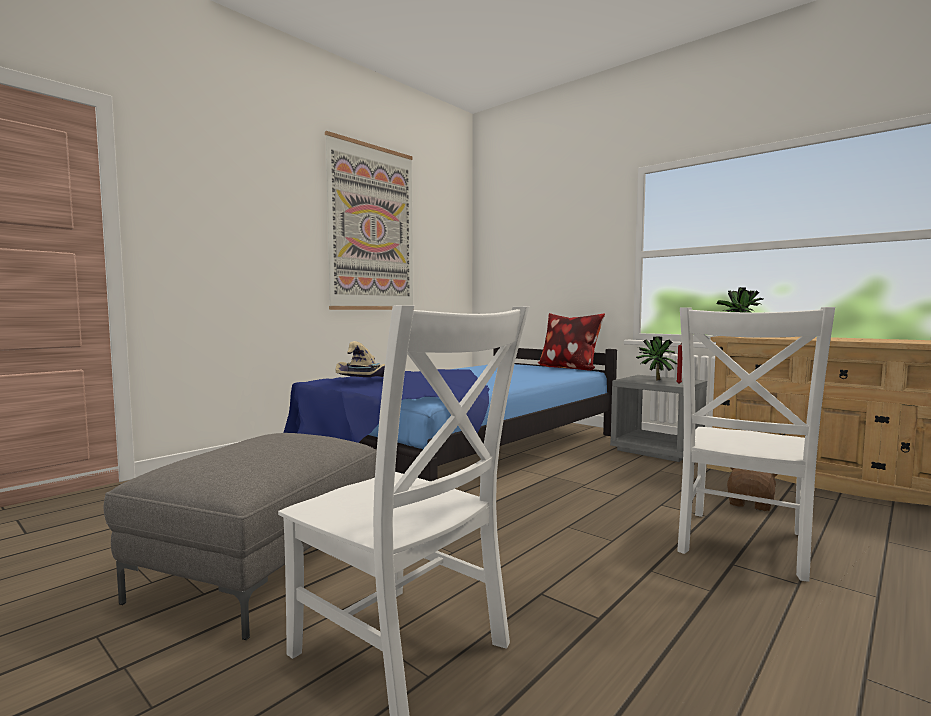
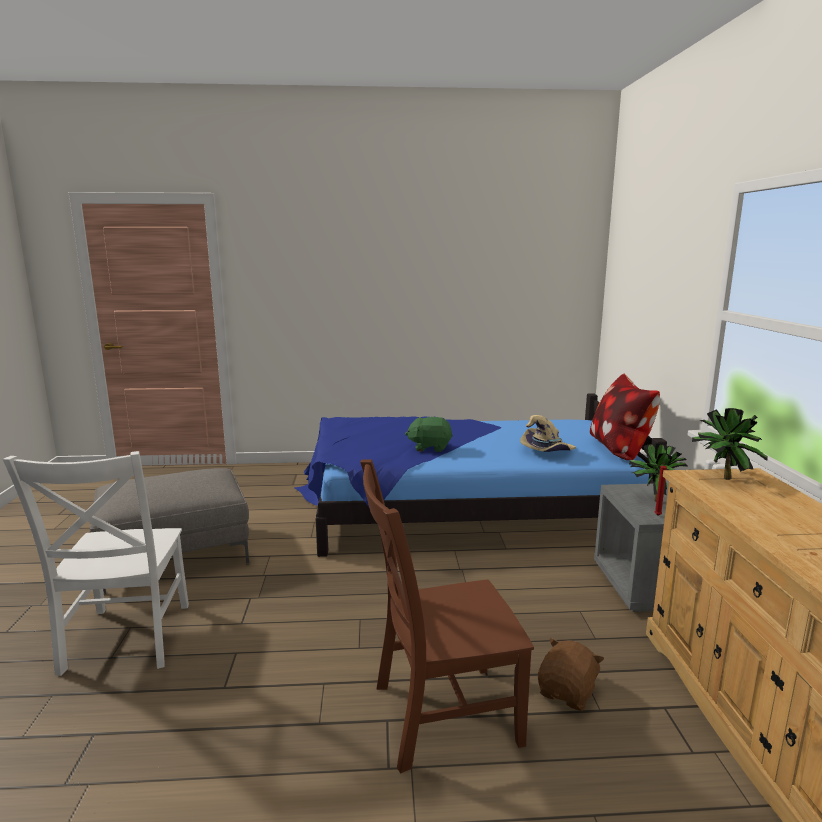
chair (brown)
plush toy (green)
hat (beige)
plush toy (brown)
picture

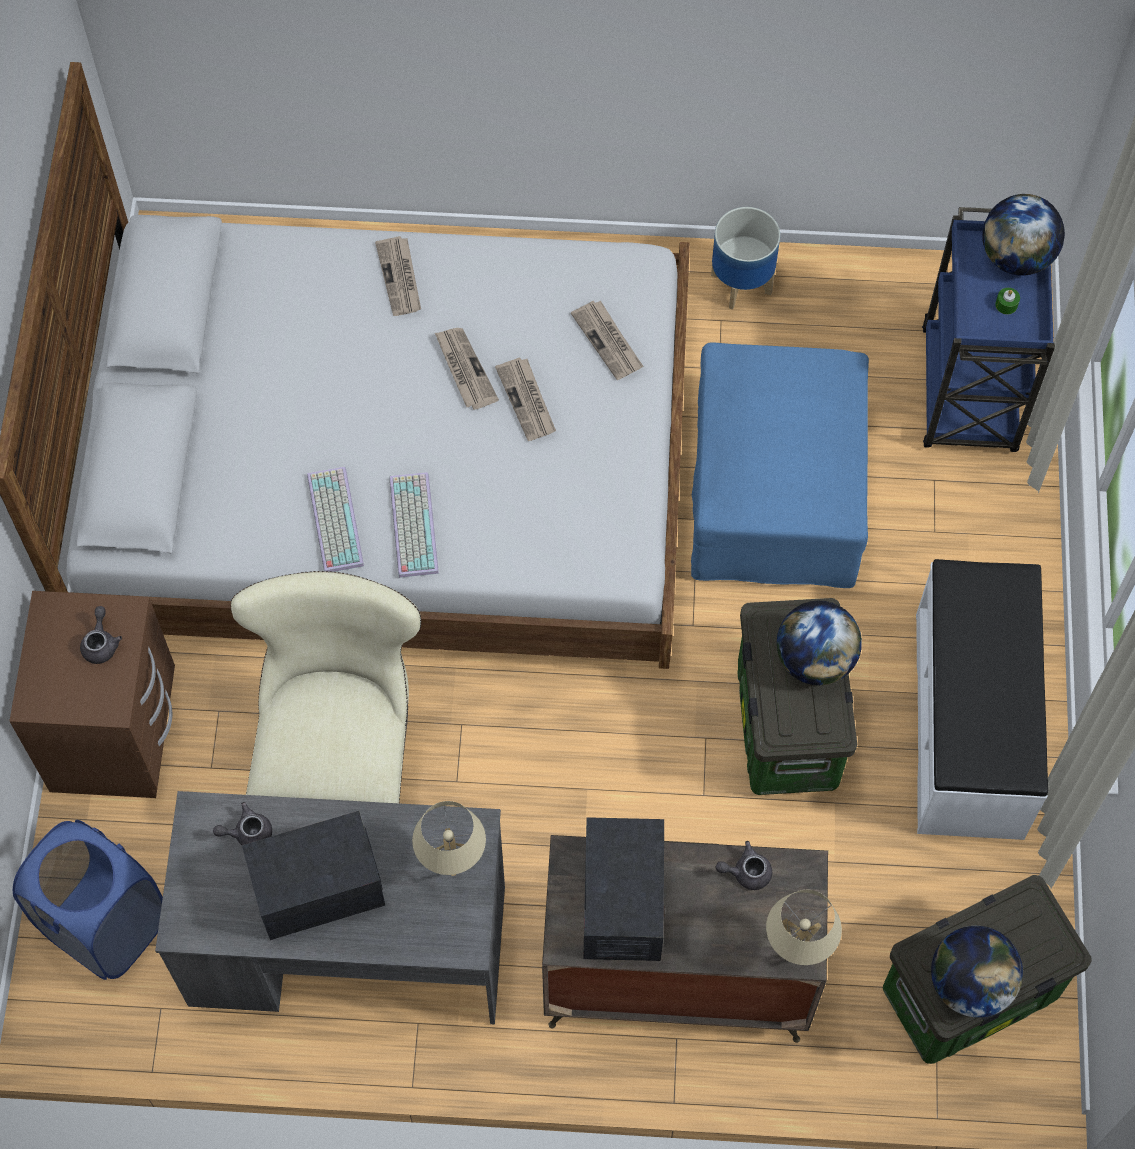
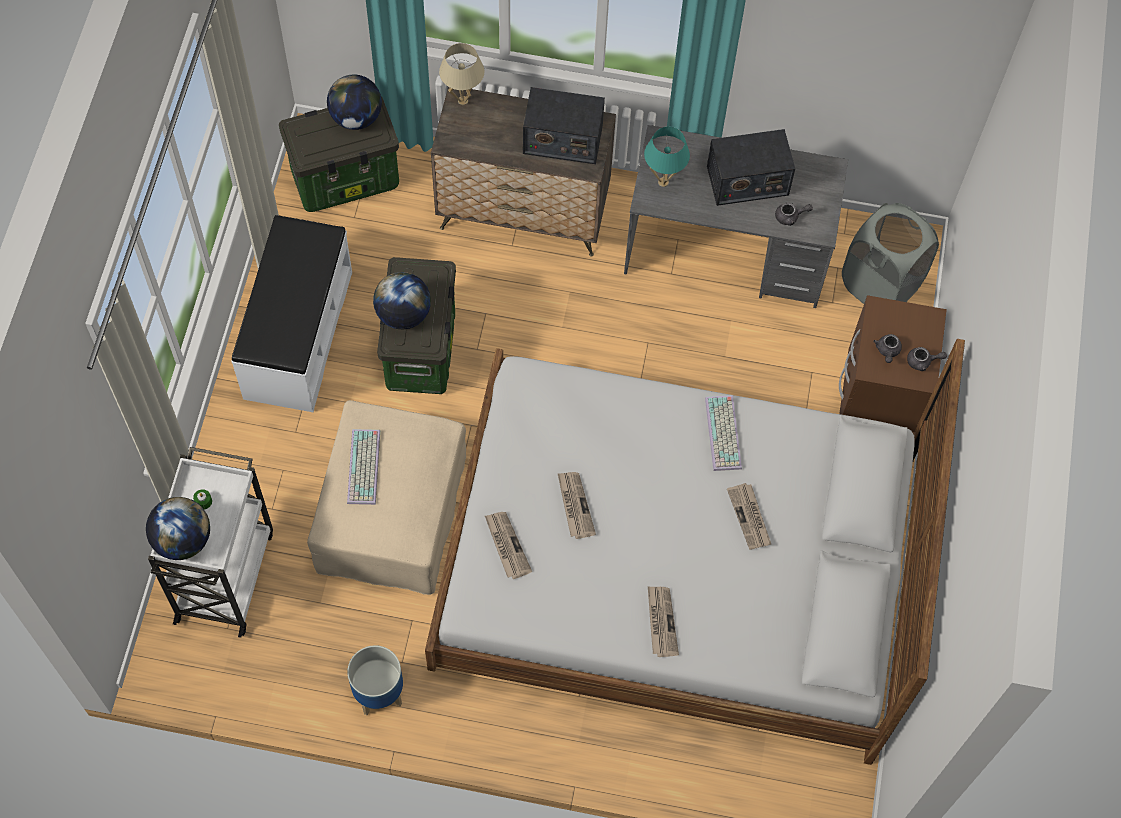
cart (white)
ottoman (beige)
keyboard (1st from left)
radio (1st from left)
table lamp (turquoise)
newspaper (4th from left)
laundry basket (grey)
teapot (grey) (3rd from left)
chair (beige)

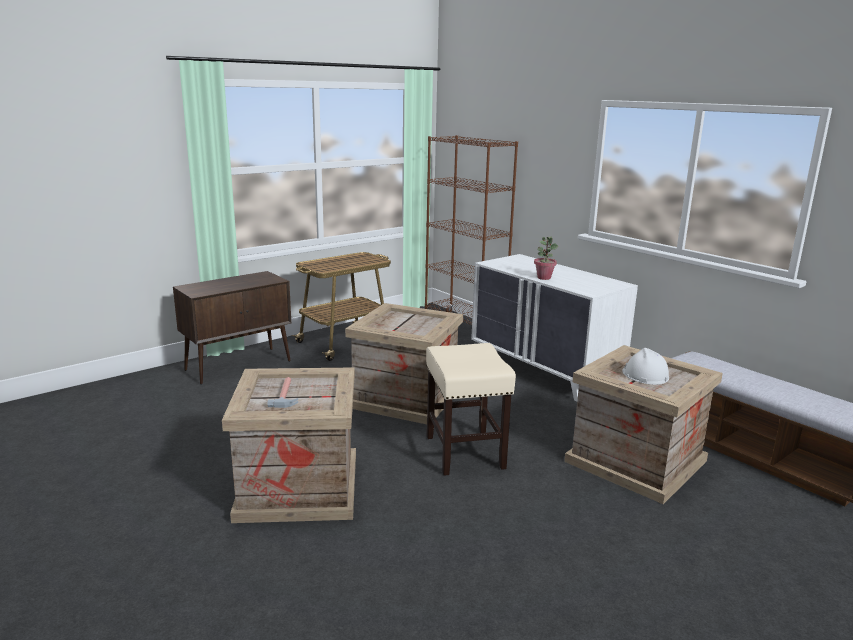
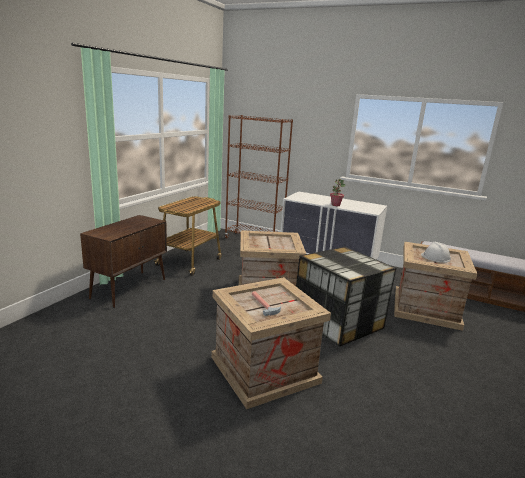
storage box

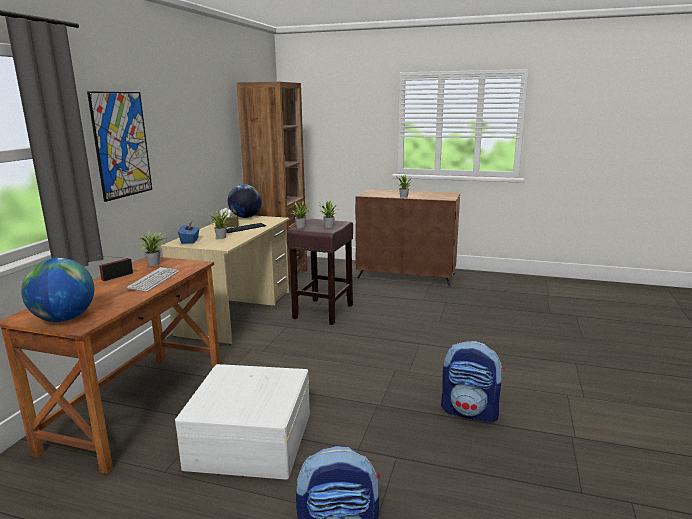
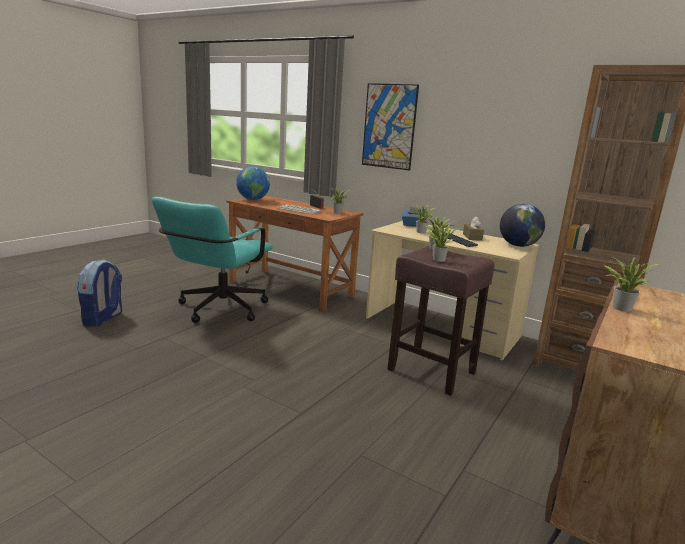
office chair (turquoise)
backpack (2nd from left in the first image)

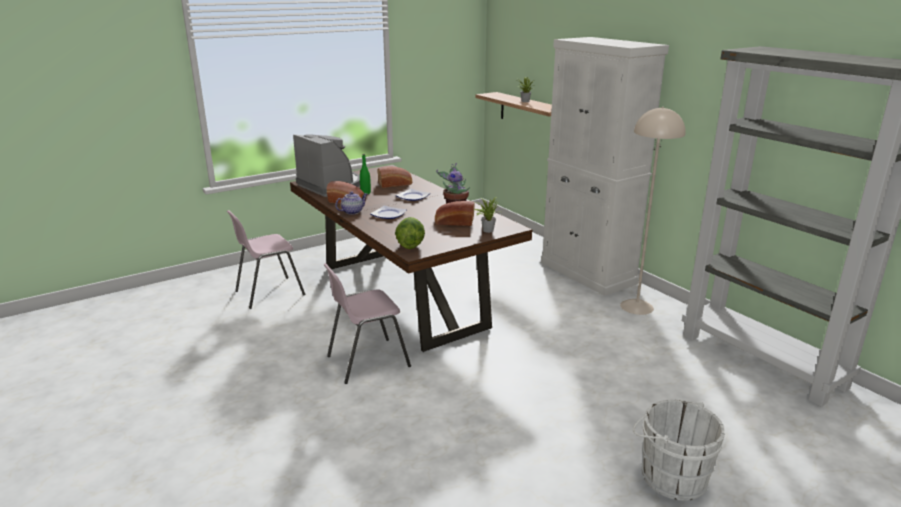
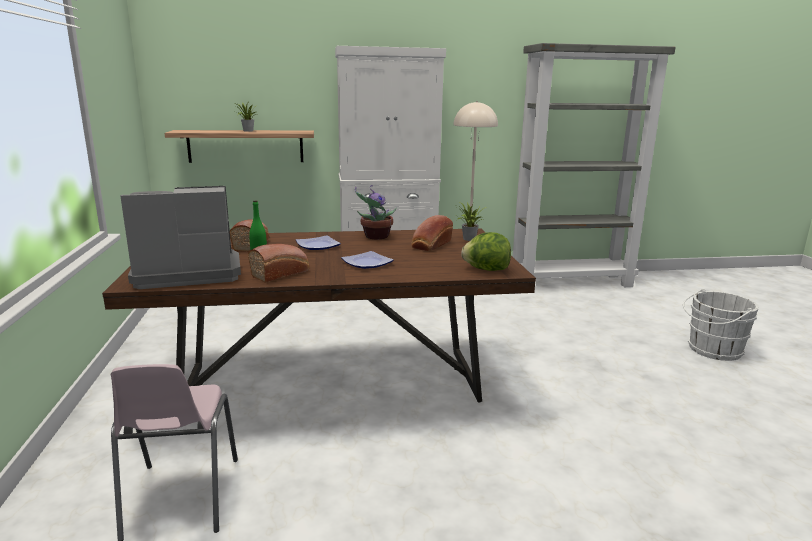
chair (pink) (2nd from left in the first image)
teapot

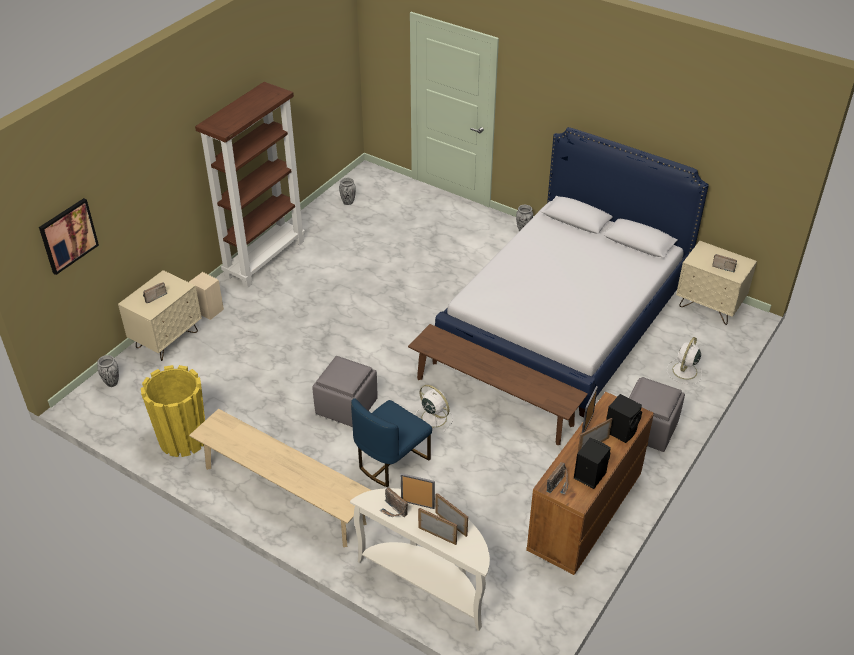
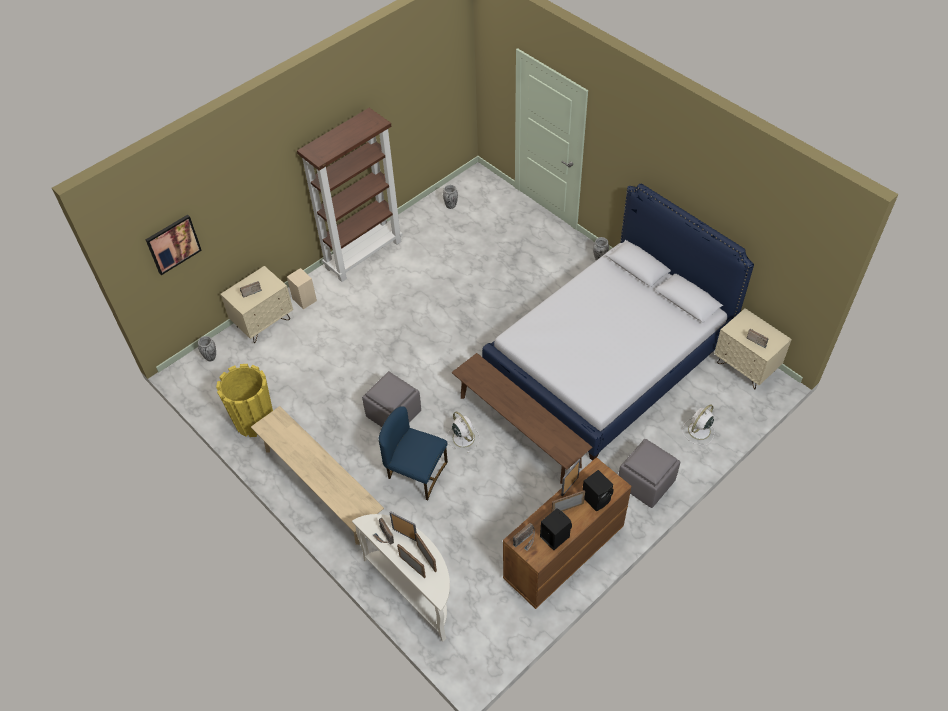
chair (blue)

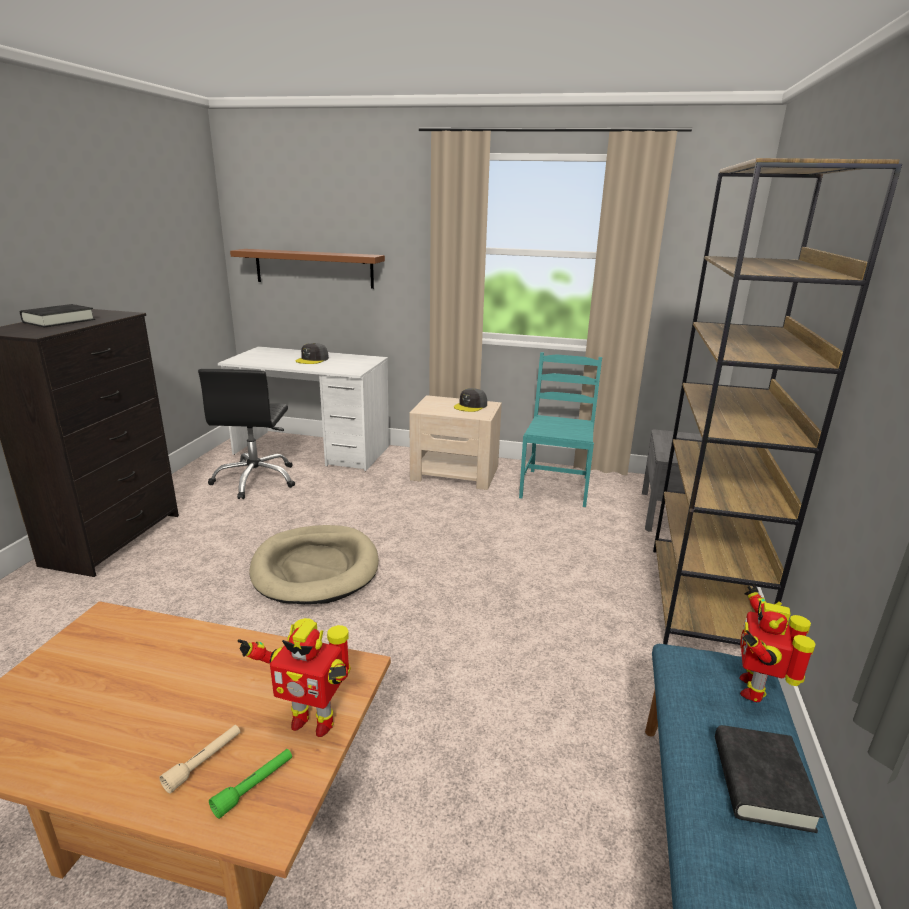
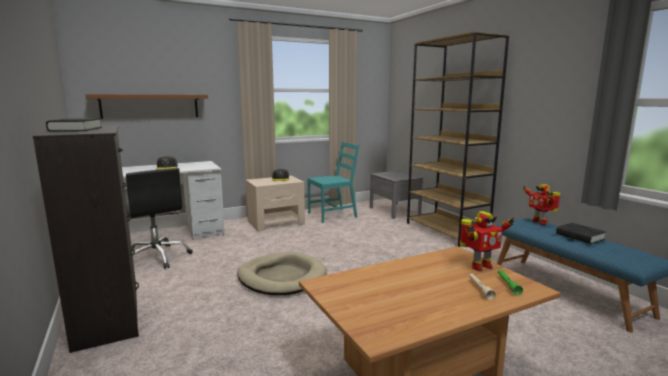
chair (turquoise)

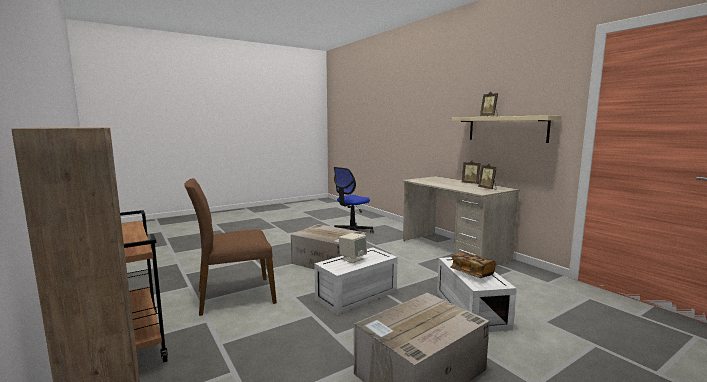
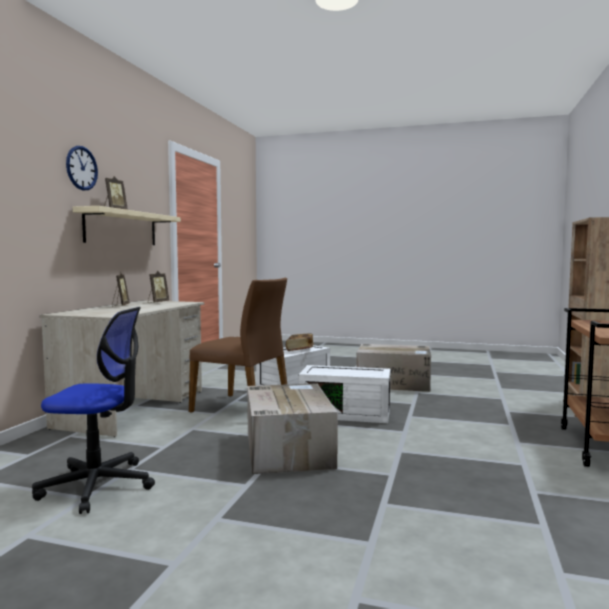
wall clock
chair (brown)
speaker (beige)

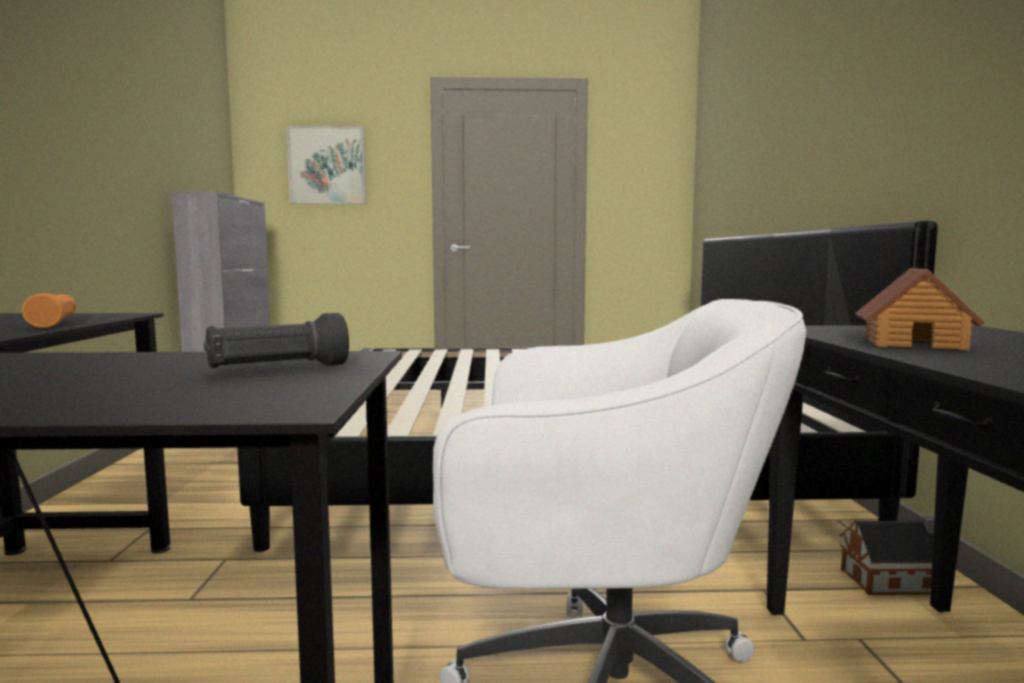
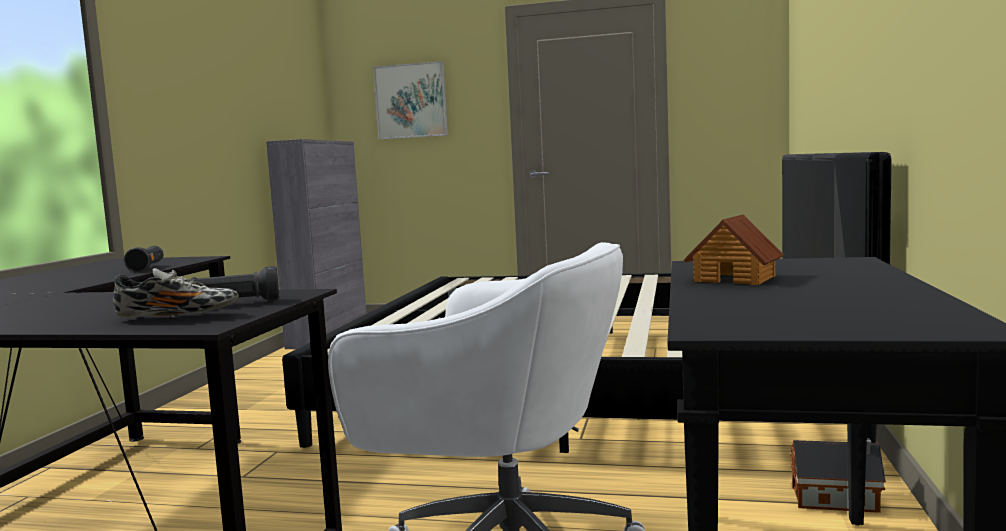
shoe
flashlight (black) (1st from left)

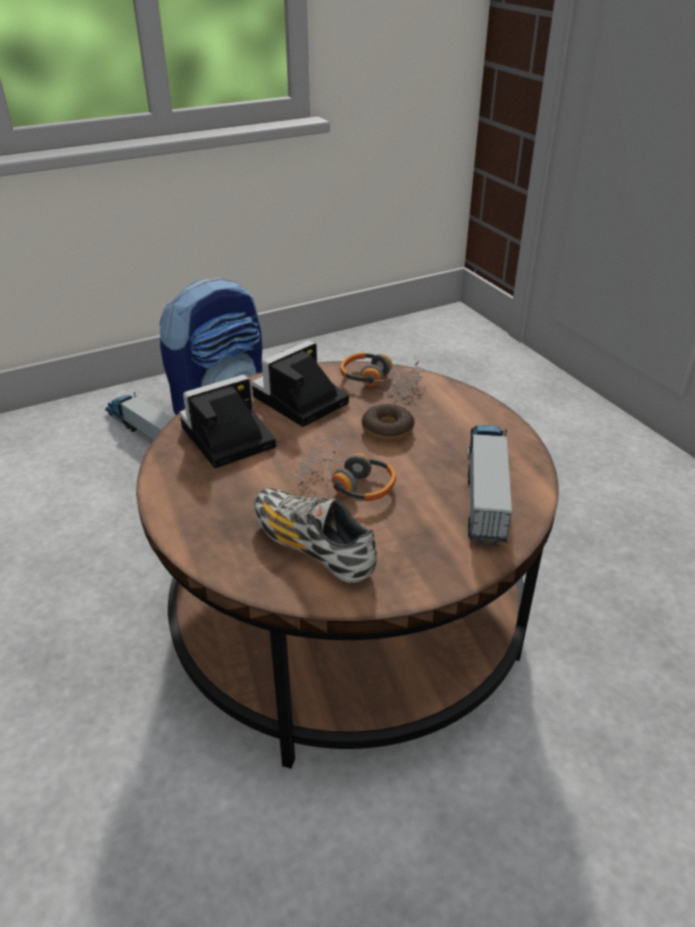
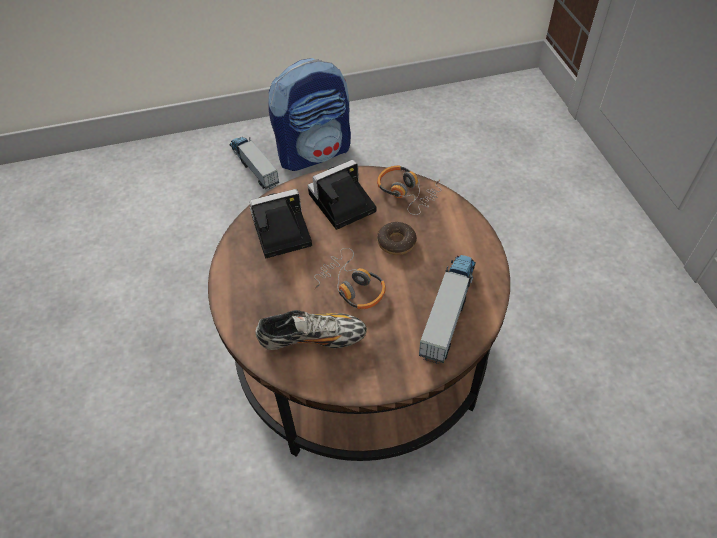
shoe

